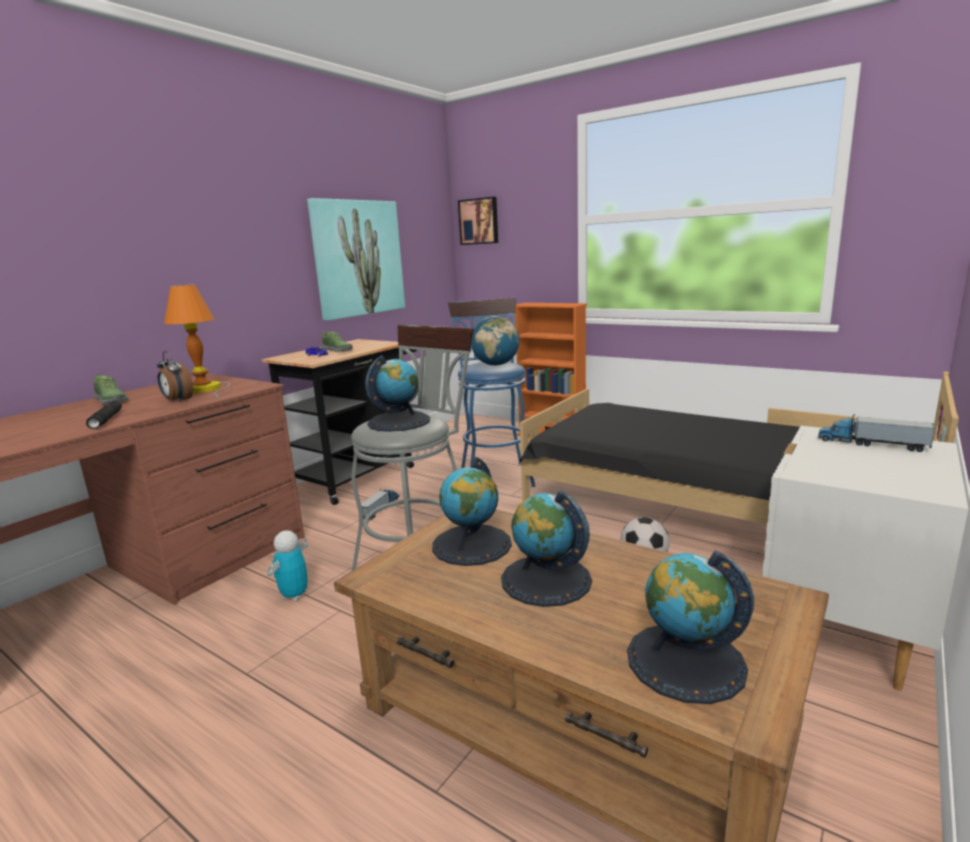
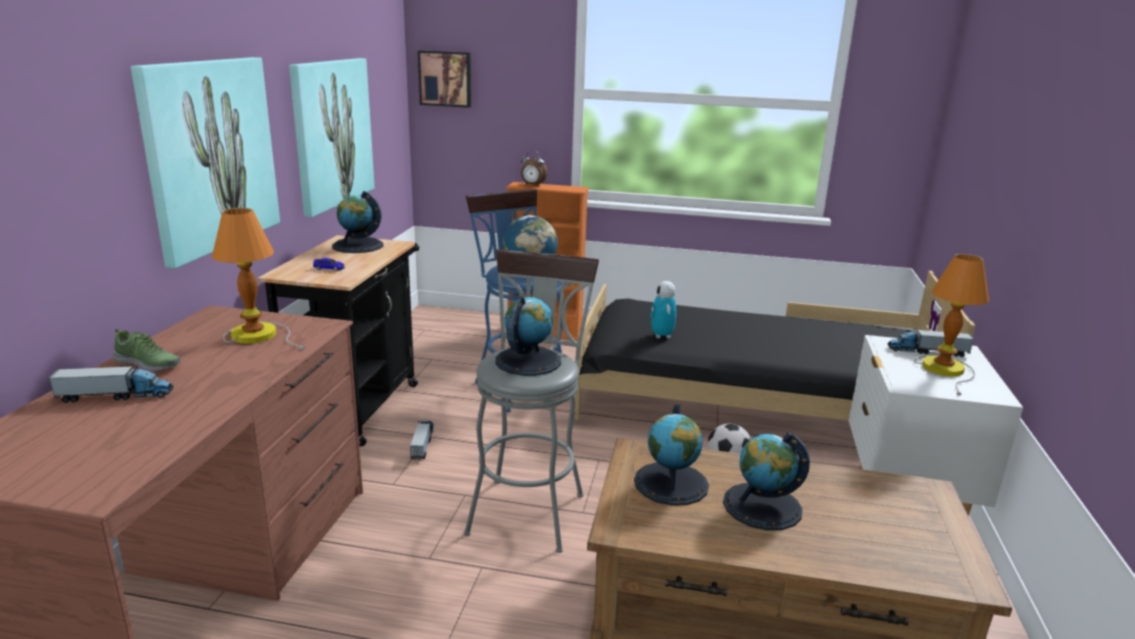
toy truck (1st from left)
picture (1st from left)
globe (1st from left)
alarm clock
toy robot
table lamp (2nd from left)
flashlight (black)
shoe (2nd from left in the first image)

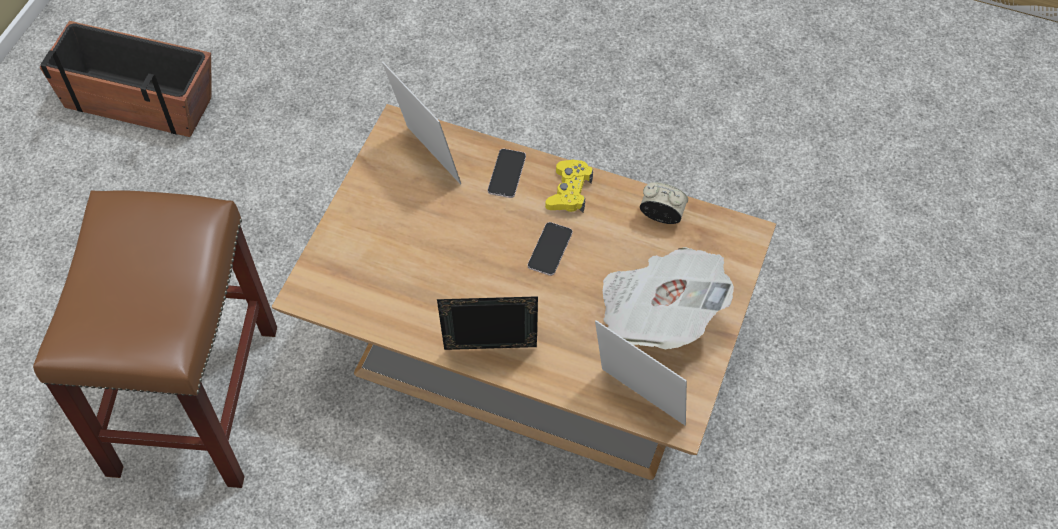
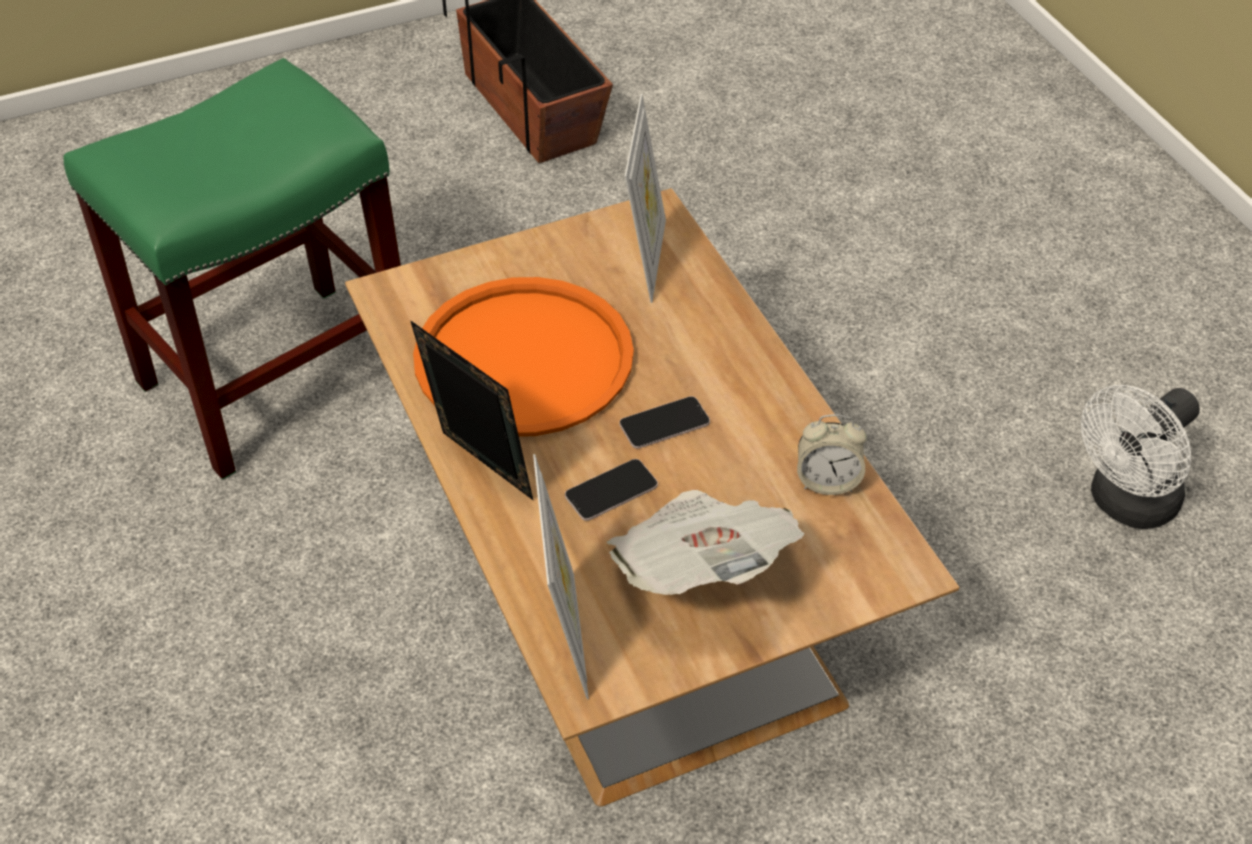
stool (green)
tray (orange)
phone (1st from left)
alarm clock
fan (white)
game controller (yellow)

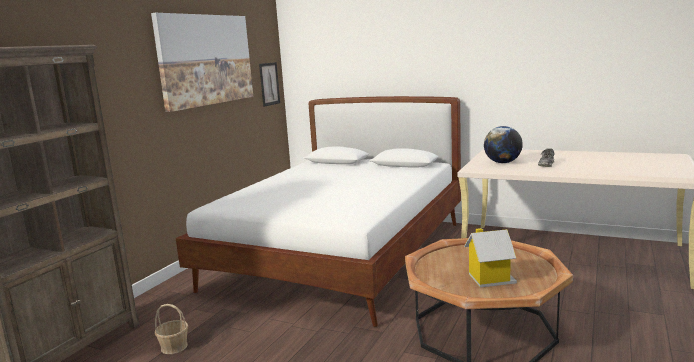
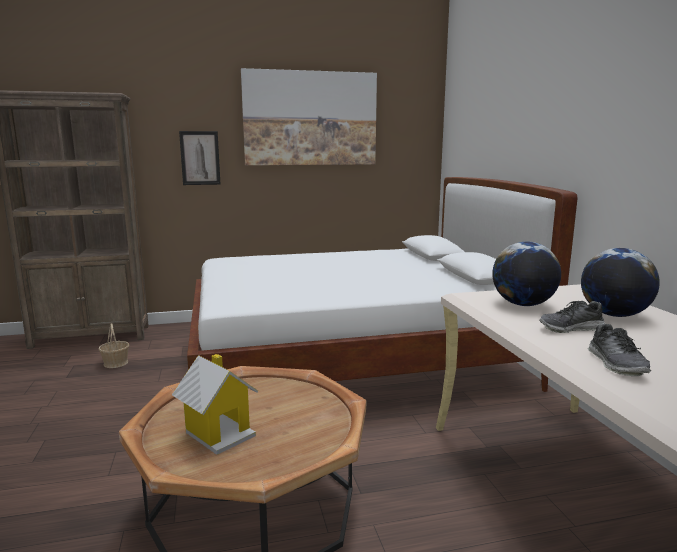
picture (1st from left)
globe (2nd from left)
shoe (2nd from left)

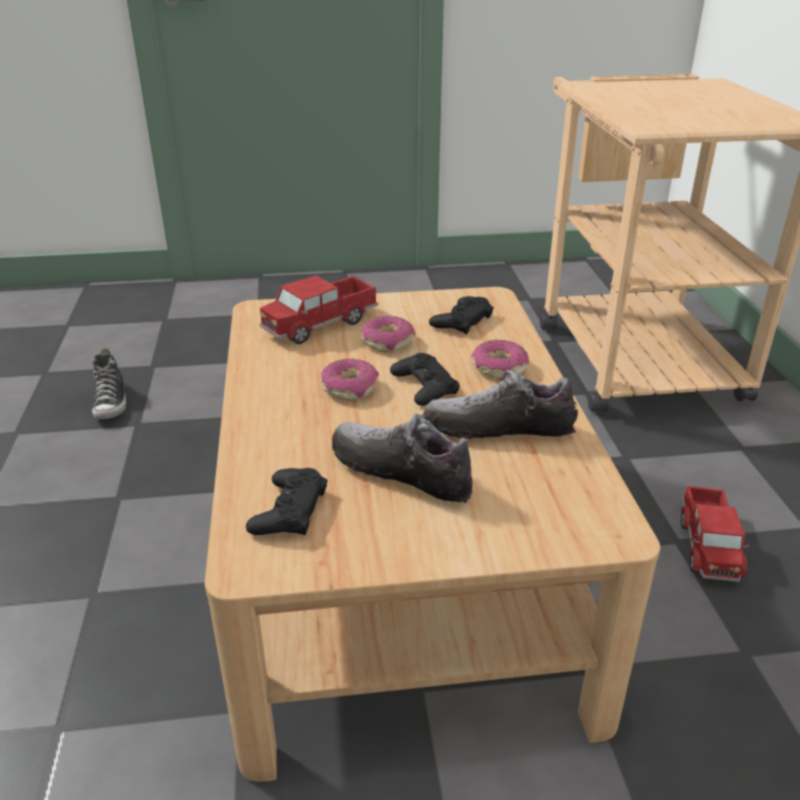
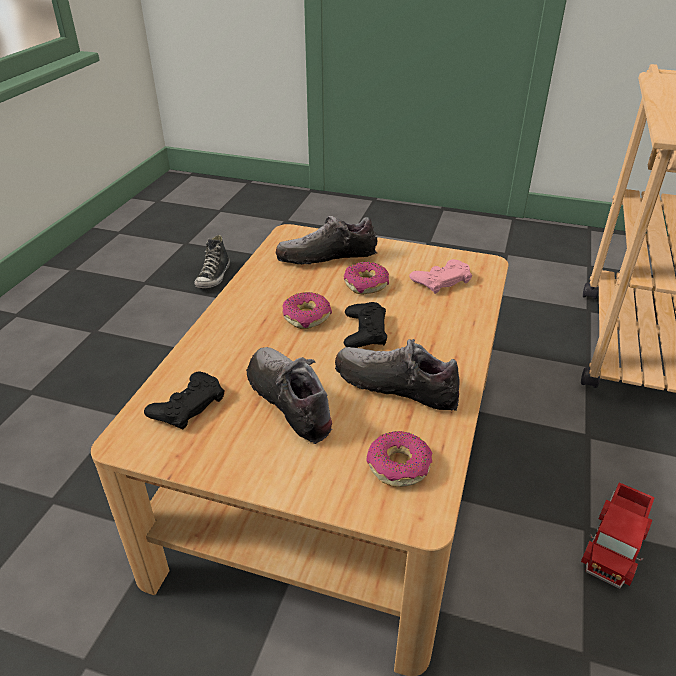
shoe (3rd from left)
donut (3rd from left)
game controller (pink)

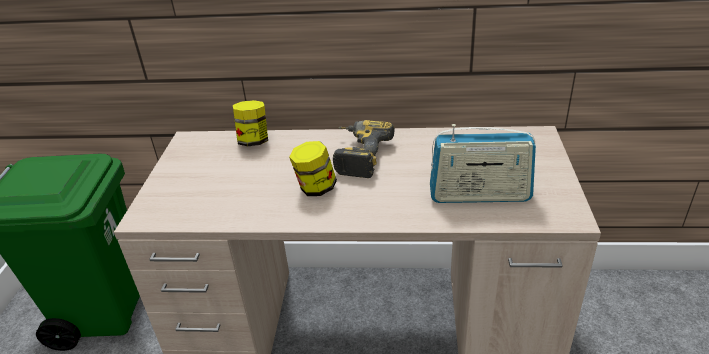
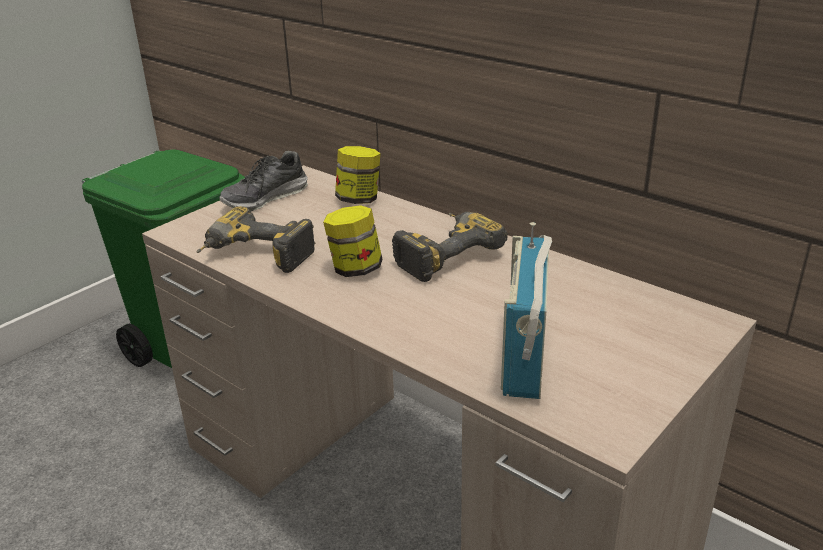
power drill (1st from left)
shoe
radio

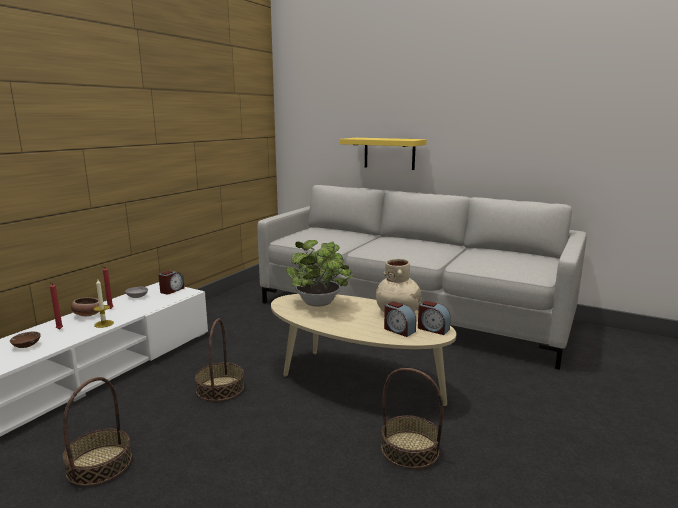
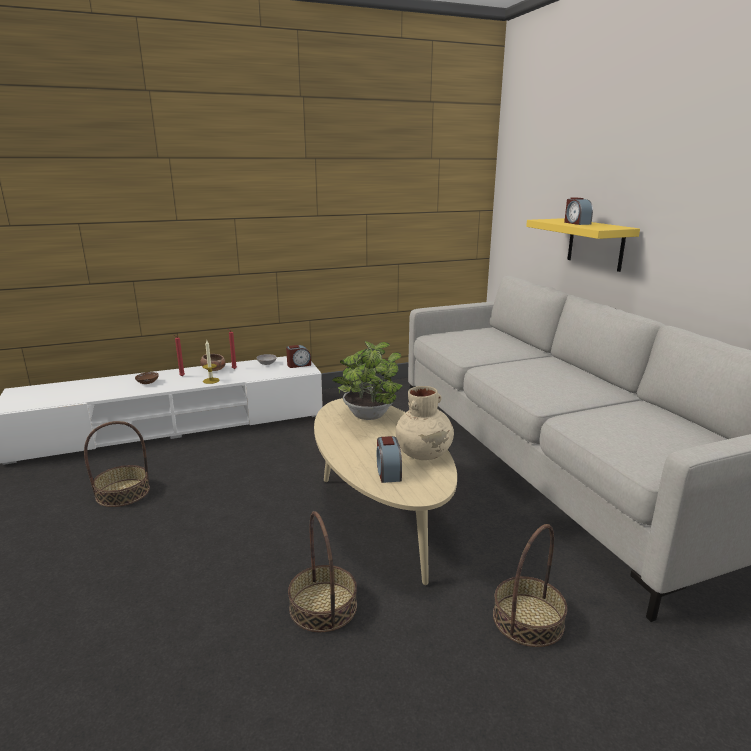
basket (3rd from left)
alarm clock (3rd from left)

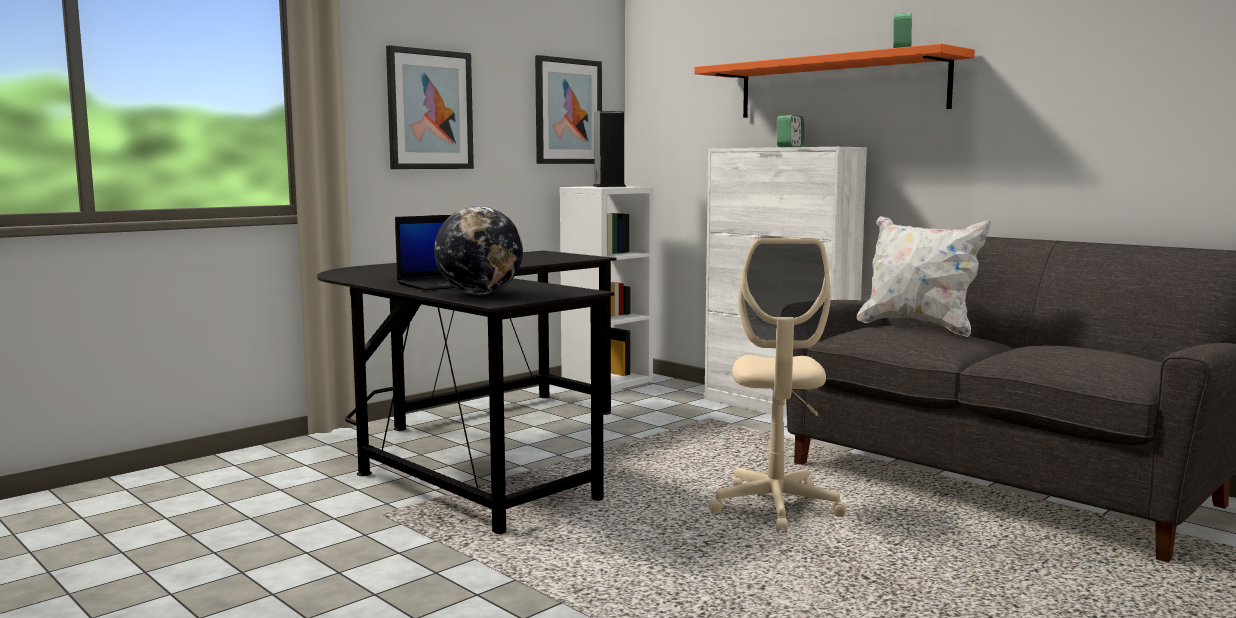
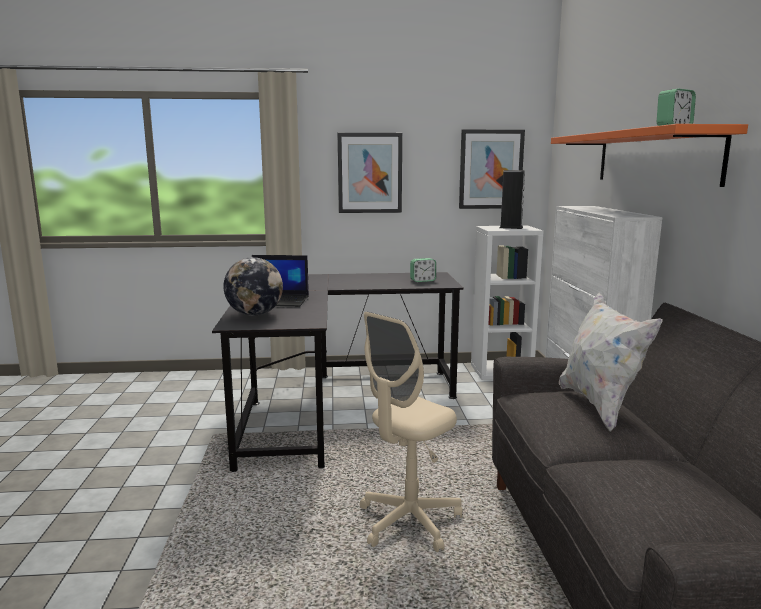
alarm clock (1st from left)

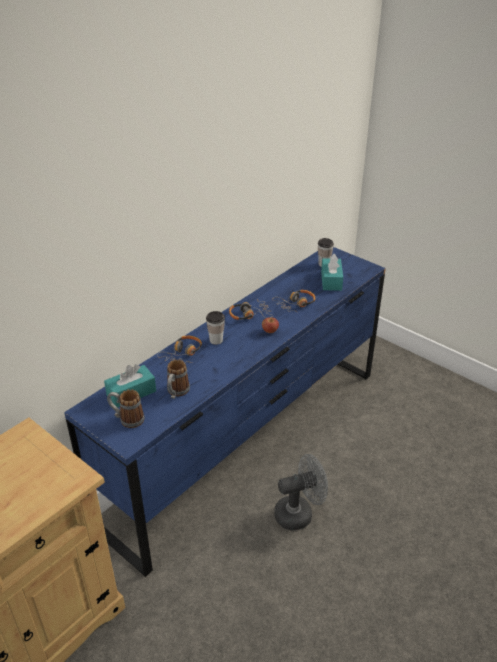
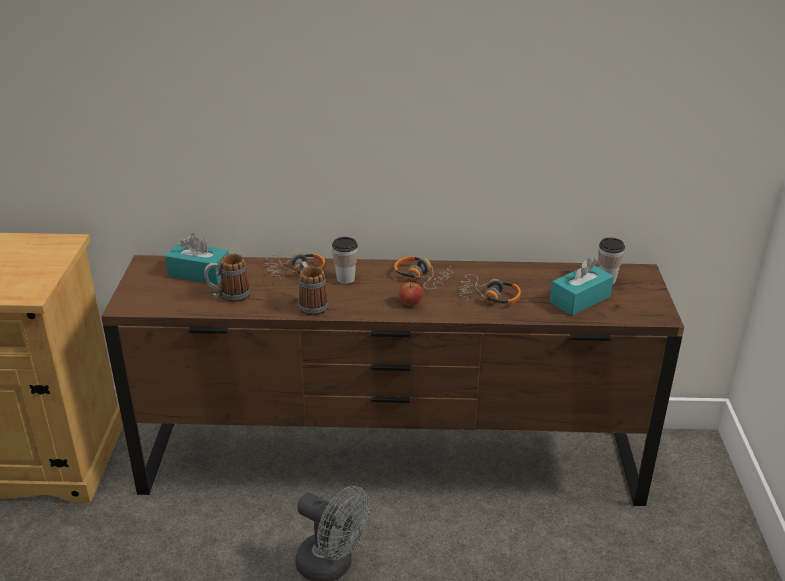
dresser (brown)
mug (2nd from left)

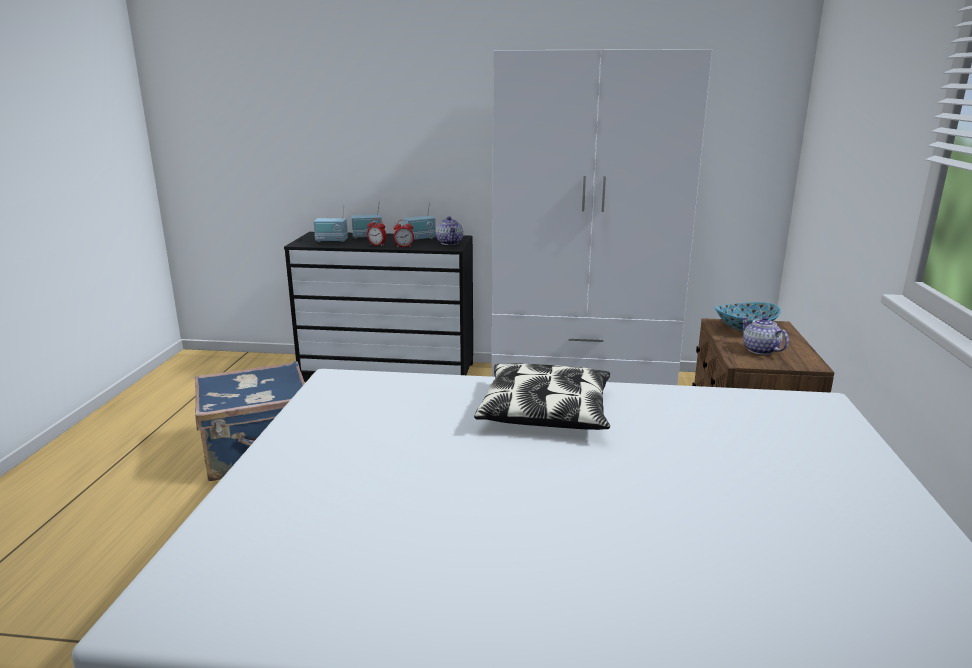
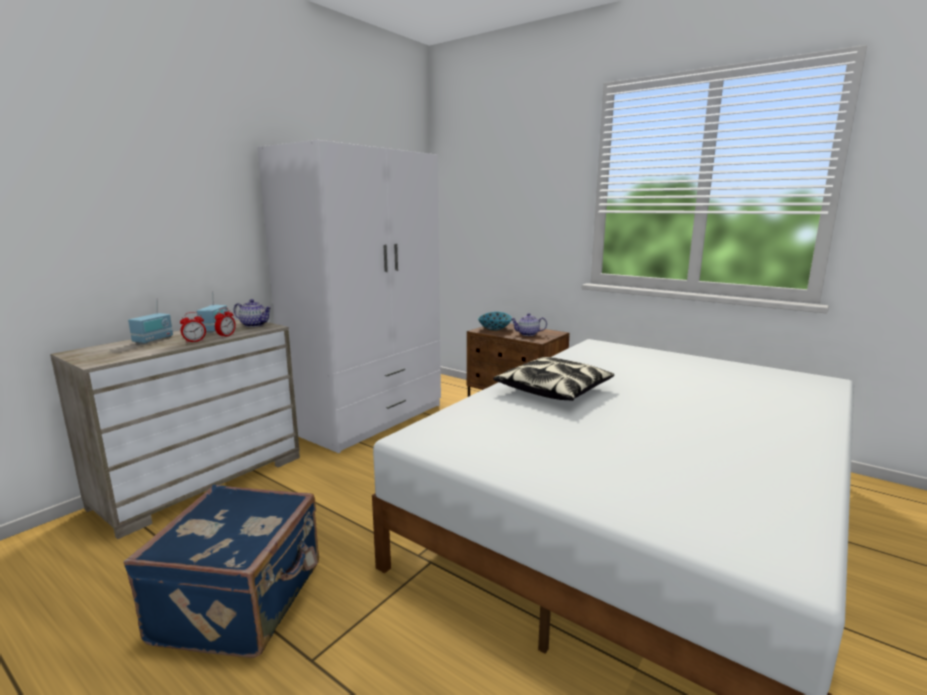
dresser (beige)
radio (1st from left in the first image)

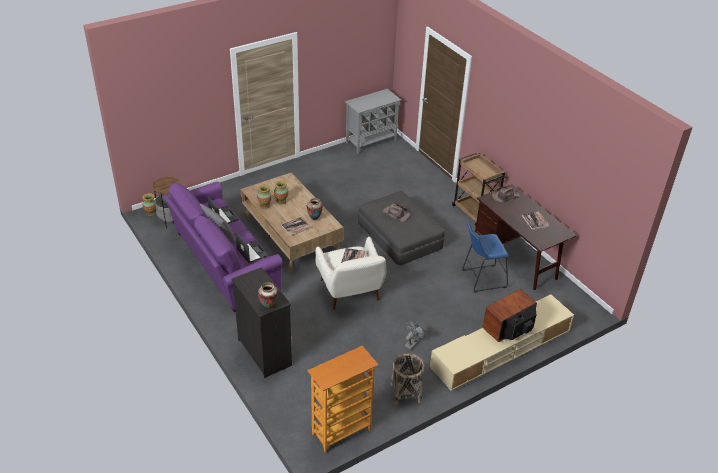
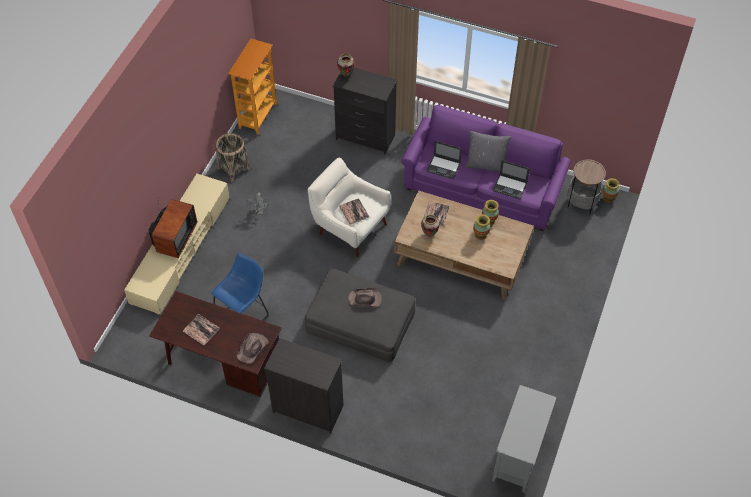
dresser (black) (1st from left)

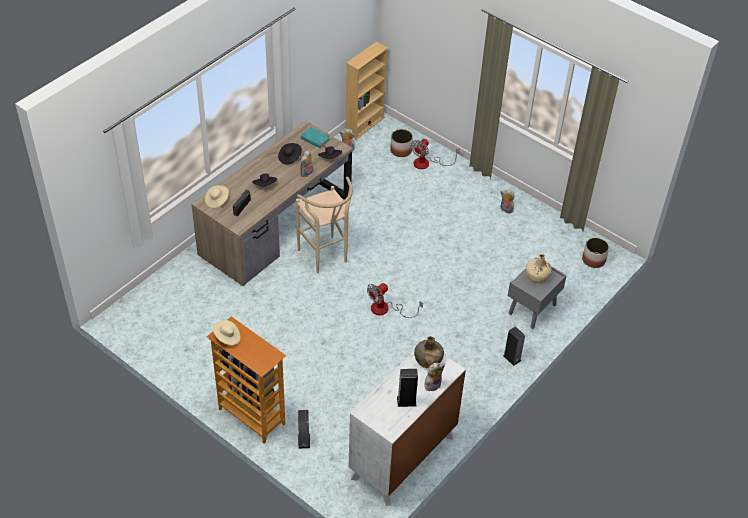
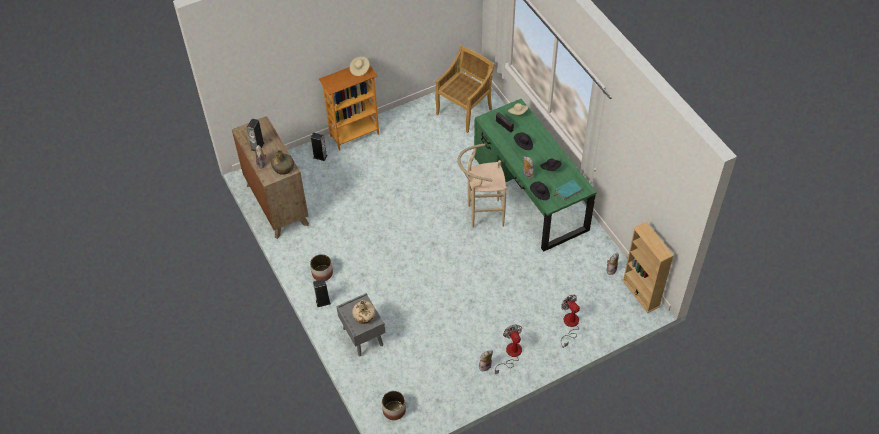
dresser (brown)
planter (1st from left)
chair (beige)
desk (green)
fan (1st from left)

